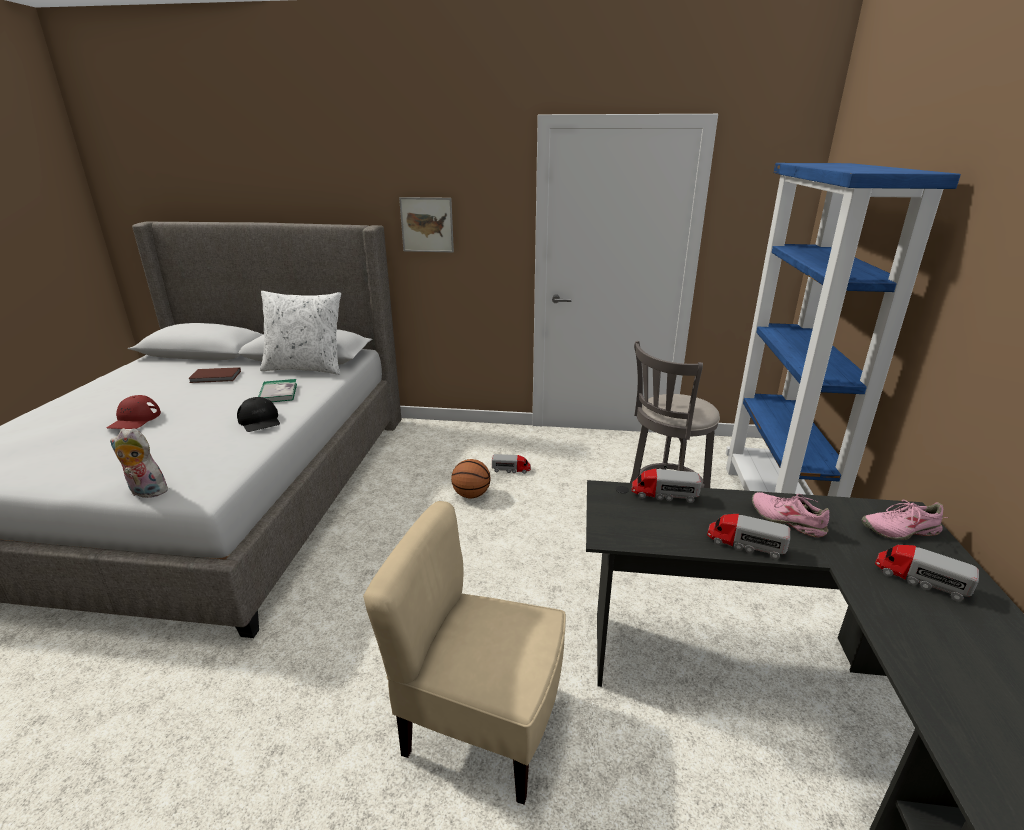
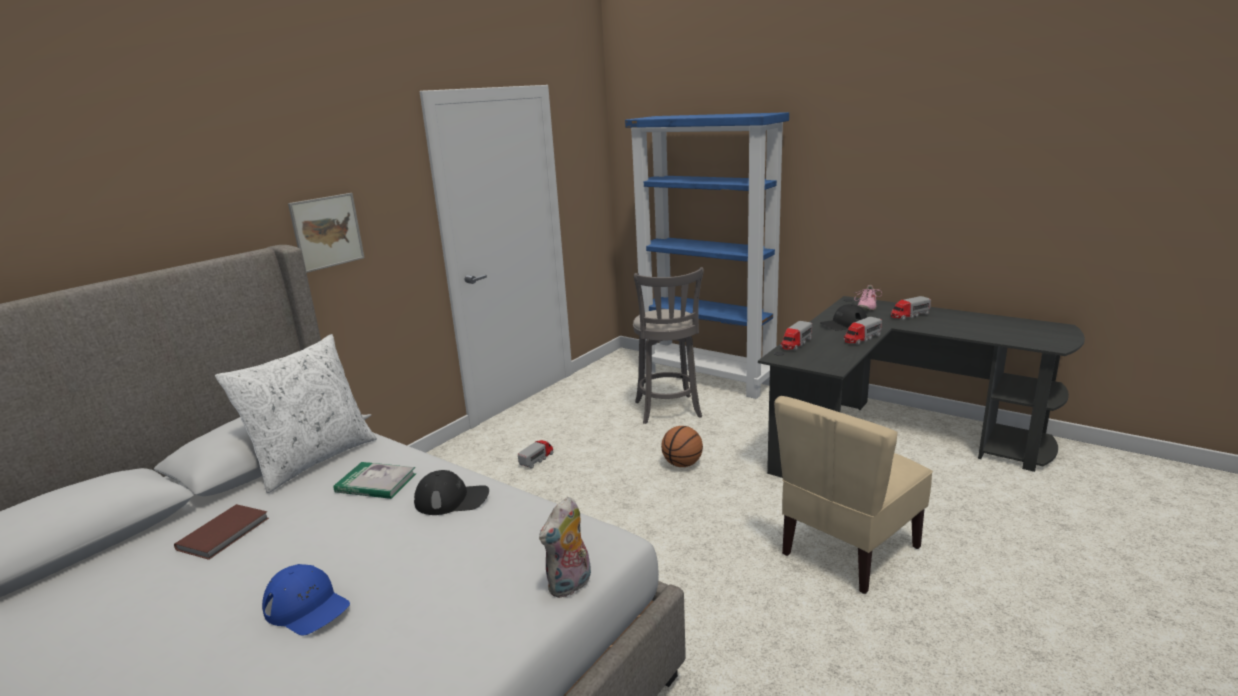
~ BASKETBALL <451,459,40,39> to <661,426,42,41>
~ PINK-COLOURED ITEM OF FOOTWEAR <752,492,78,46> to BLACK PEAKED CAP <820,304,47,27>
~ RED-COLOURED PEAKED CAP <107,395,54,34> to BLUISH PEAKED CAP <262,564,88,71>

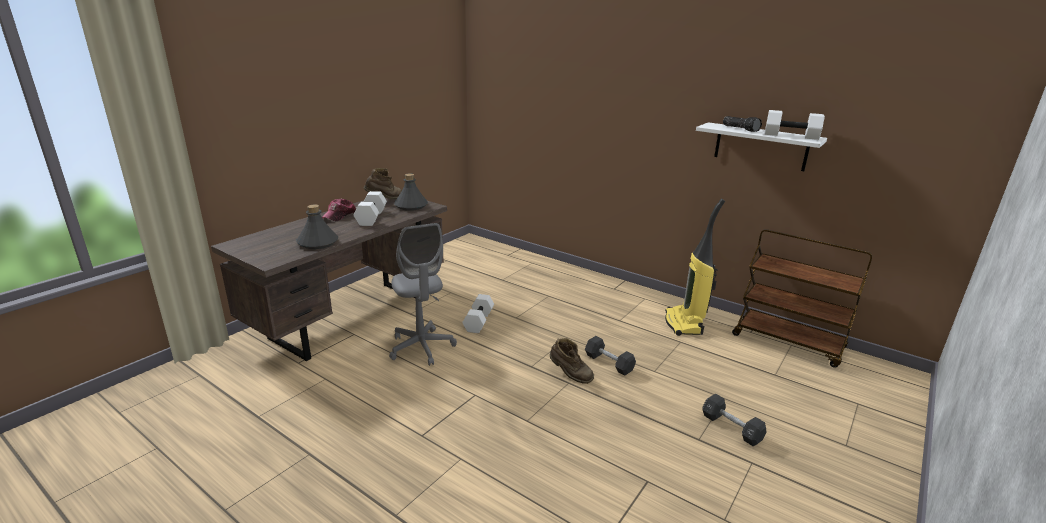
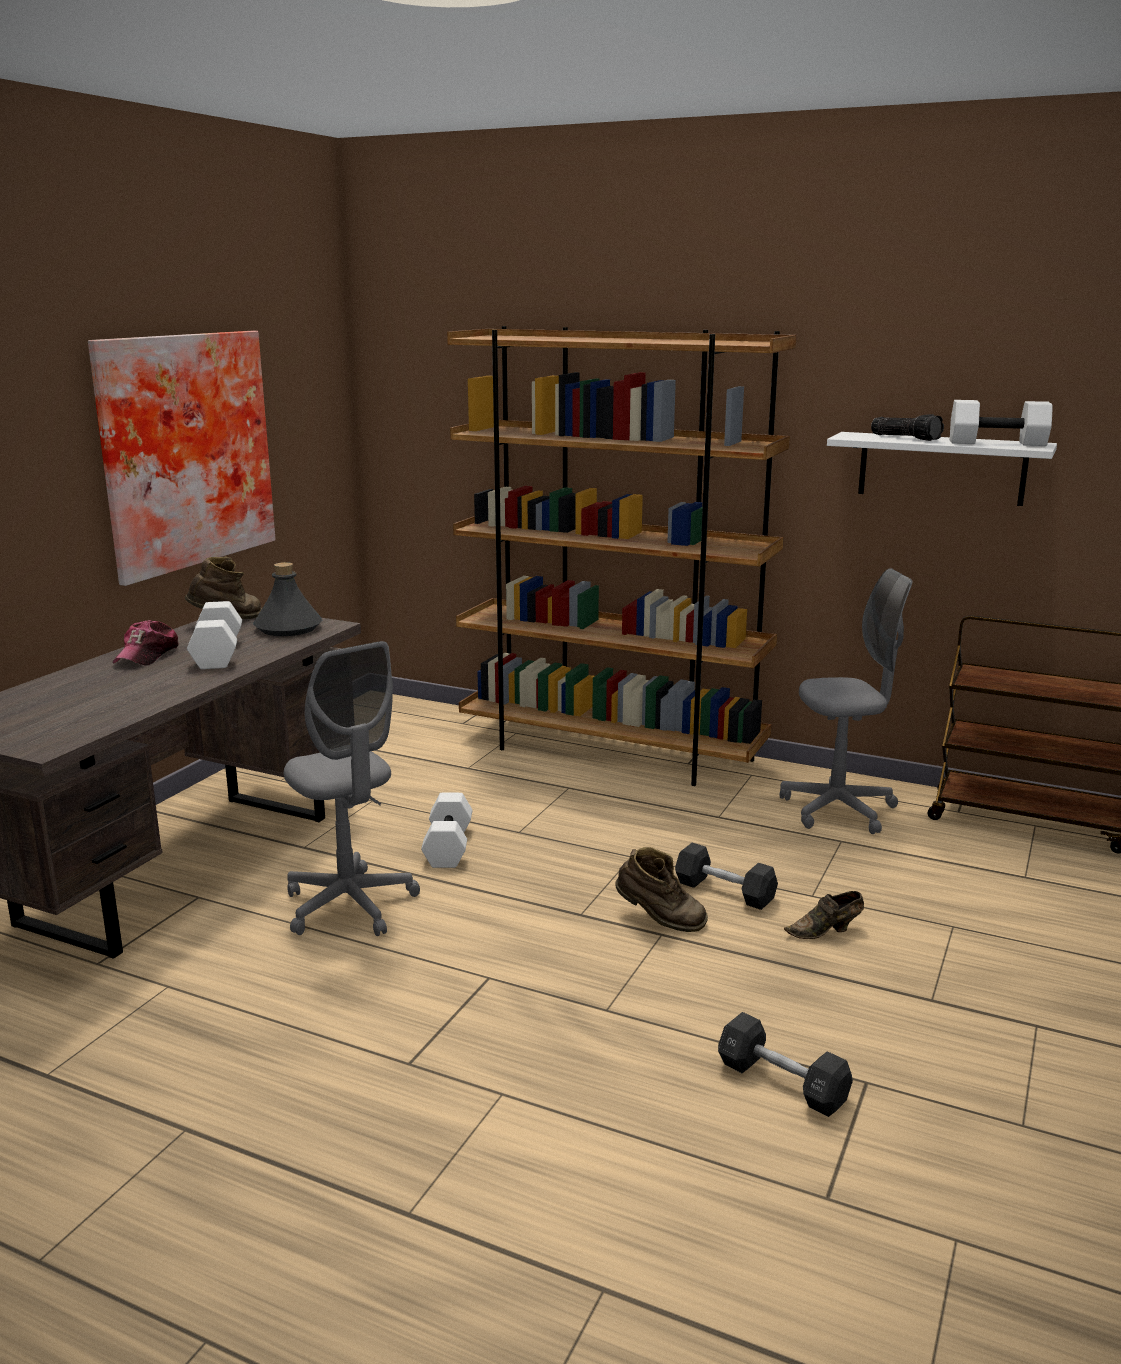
- GRAY BEVERAGE BOTTLE <296,205,42,44>
+ PICTURE <88,331,188,255>
+ BROWNISH SHELVING UNIT <447,326,349,460>
+ BROWNISH ITEM OF FOOTWEAR <784,891,80,48>
~ BLACK DUMBBELL <702,394,64,52> to <718,1012,135,105>
~ VACUUM <665,199,60,137> to GRAY DESK CHAIR <779,568,134,266>

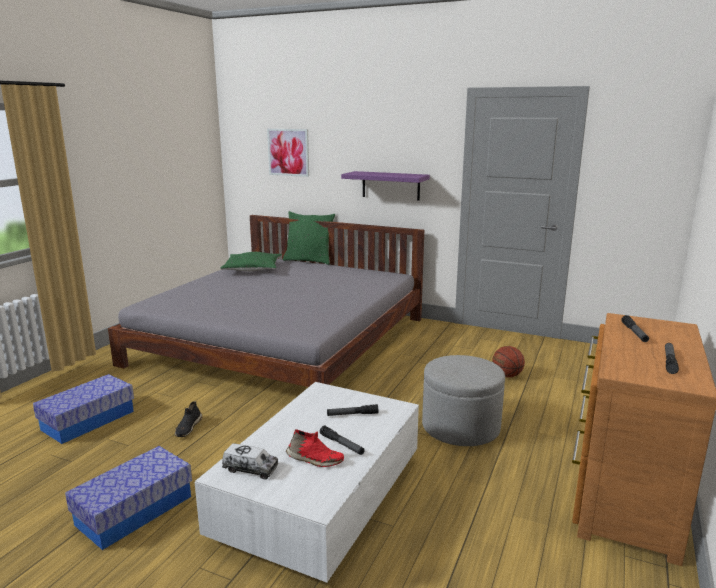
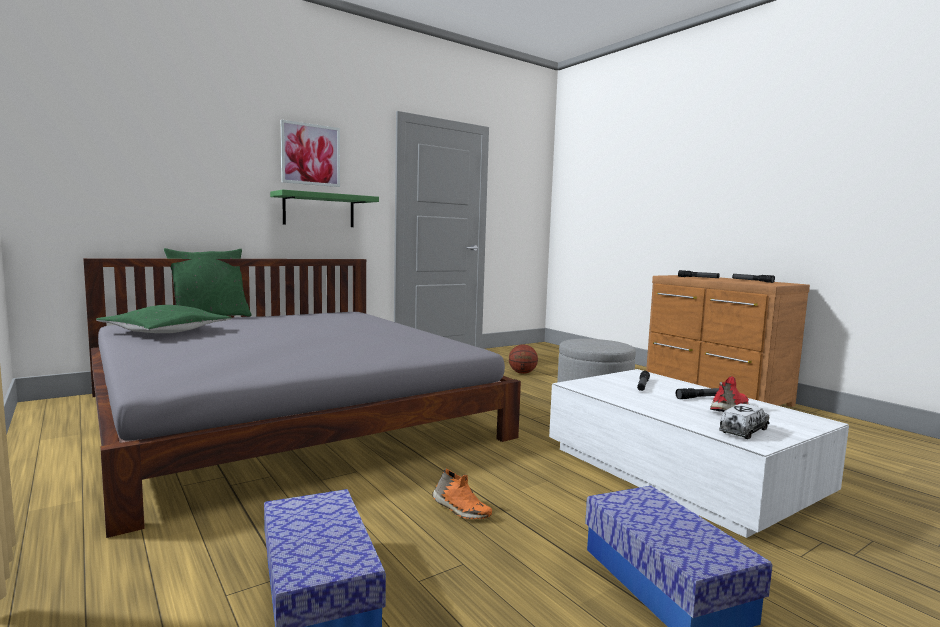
~ PICTURE <267,129,42,48> to <280,120,60,67>
~ BLACK ITEM OF FOOTWEAR <175,401,27,36> to ORANGE-COLOURED ITEM OF FOOTWEAR <432,468,60,51>
~ PURPLISH BRACKET SHELF <341,171,89,30> to GREEN BRACKET SHELF <270,190,109,37>

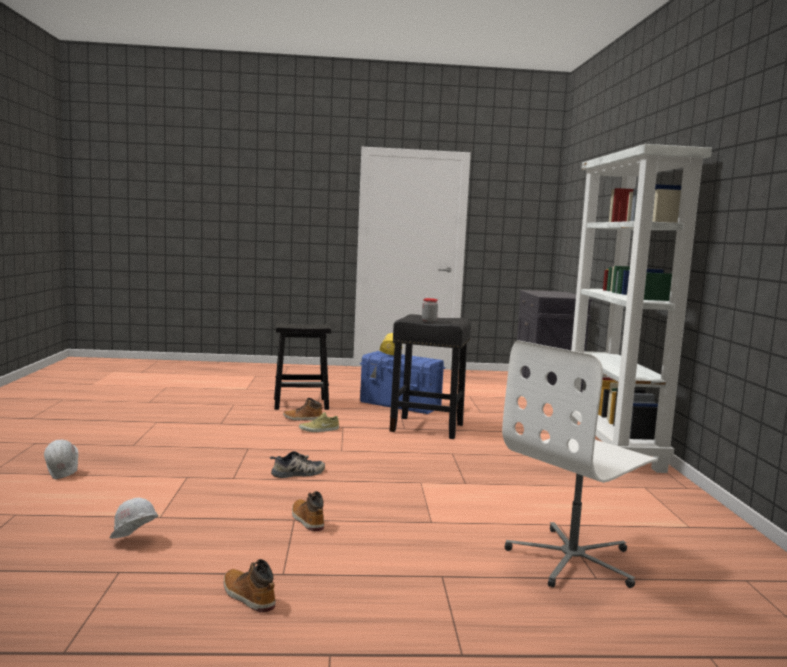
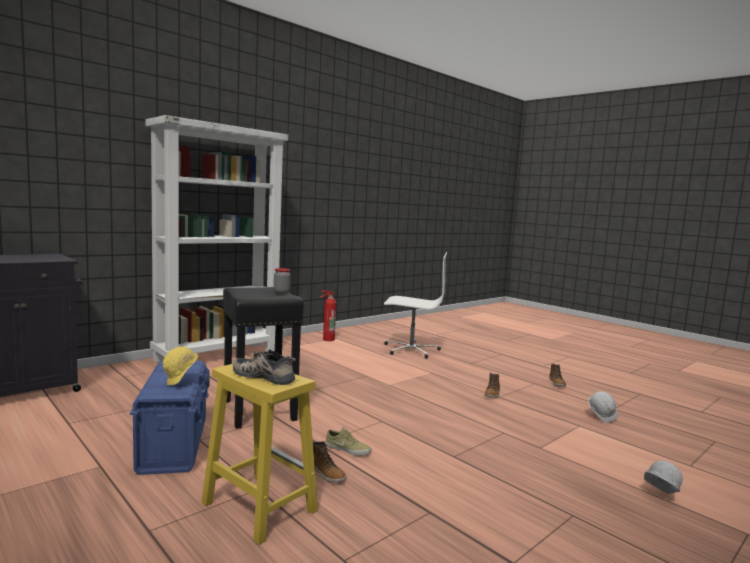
+ FIRE-FIGHTING CYLINDER <320,290,16,51>
~ ITEM OF FOOTWEAR <270,451,55,27> to <233,349,63,36>
~ BLACK STOOL SEAT <274,323,57,87> to YELLOWISH STOOL SEAT <201,364,117,181>

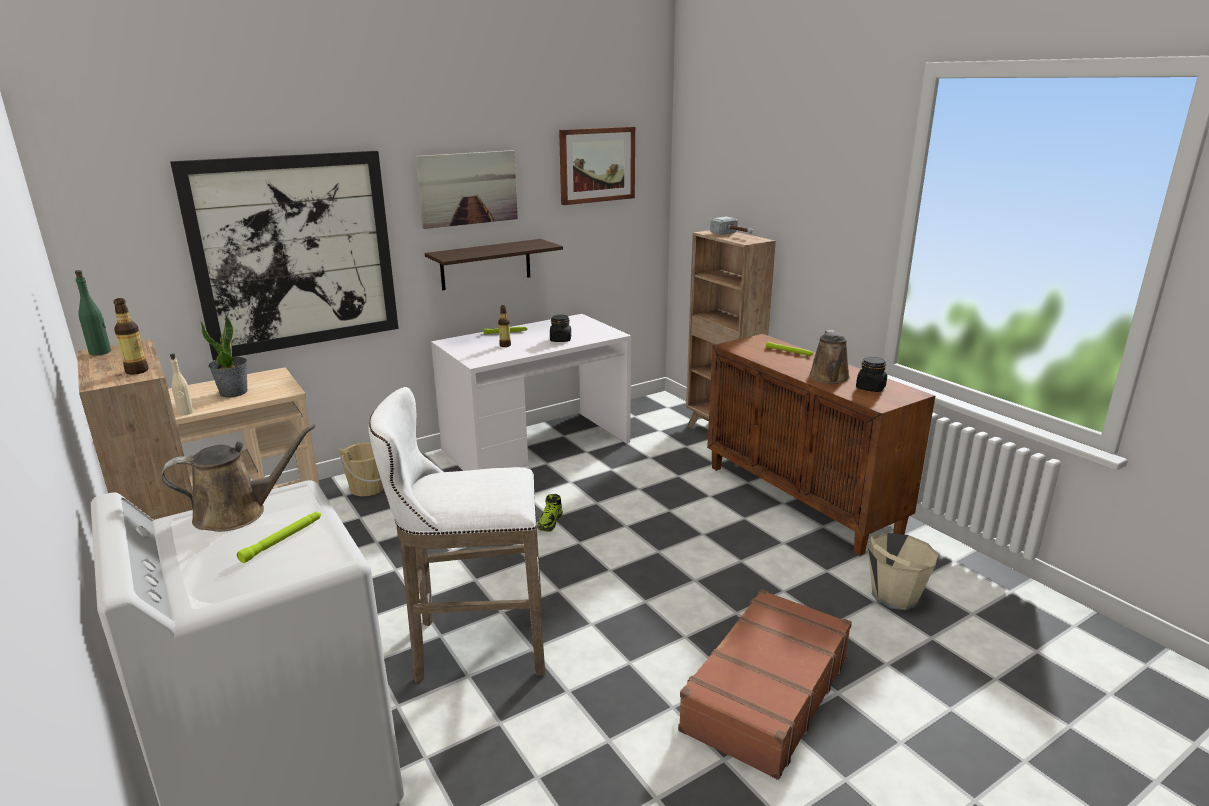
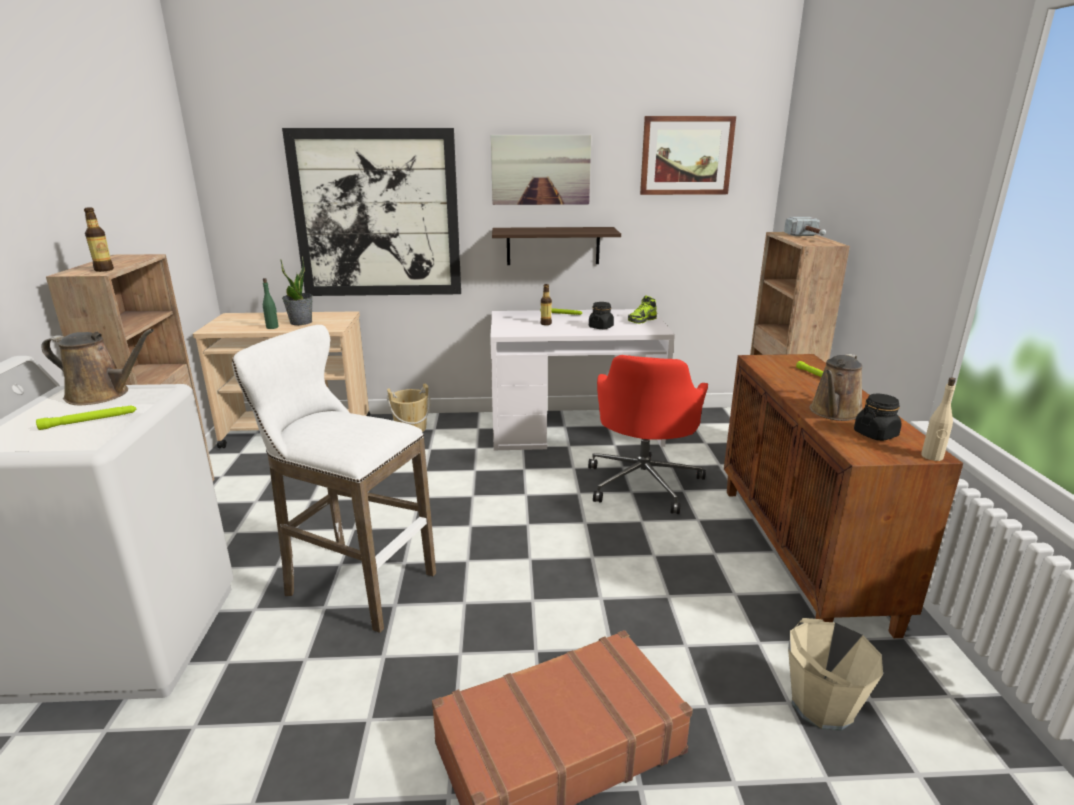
+ RED-COLOURED DESK CHAIR <588,355,120,159>
~ GREEN BEVERAGE BOTTLE <75,270,36,85> to <263,278,16,51>
~ SAND-COLOURED BEVERAGE BOTTLE <170,353,24,62> to <921,378,35,83>
~ ITEM OF FOOTWEAR <537,494,26,38> to <628,295,29,29>

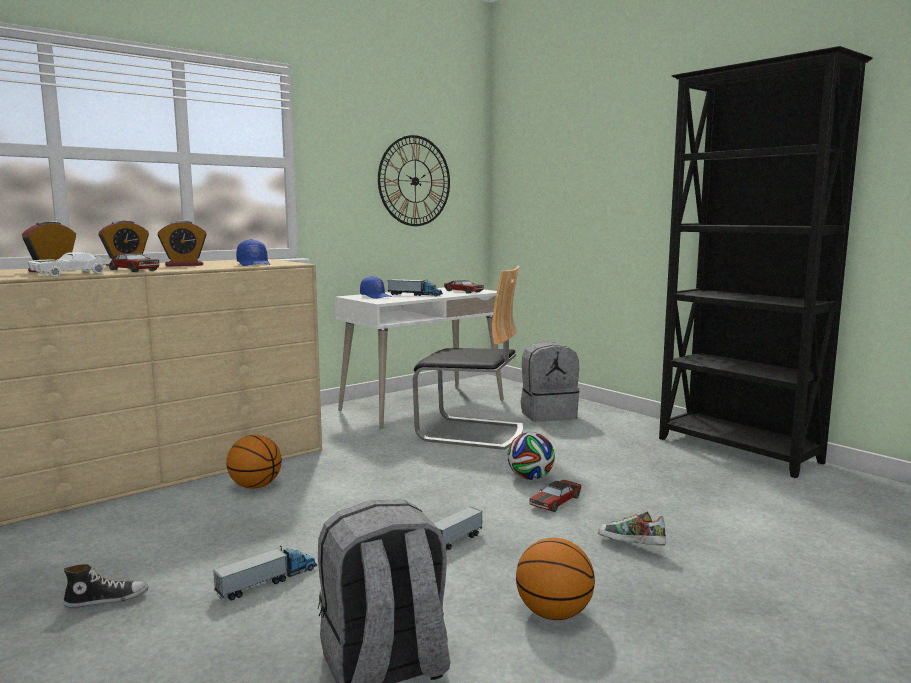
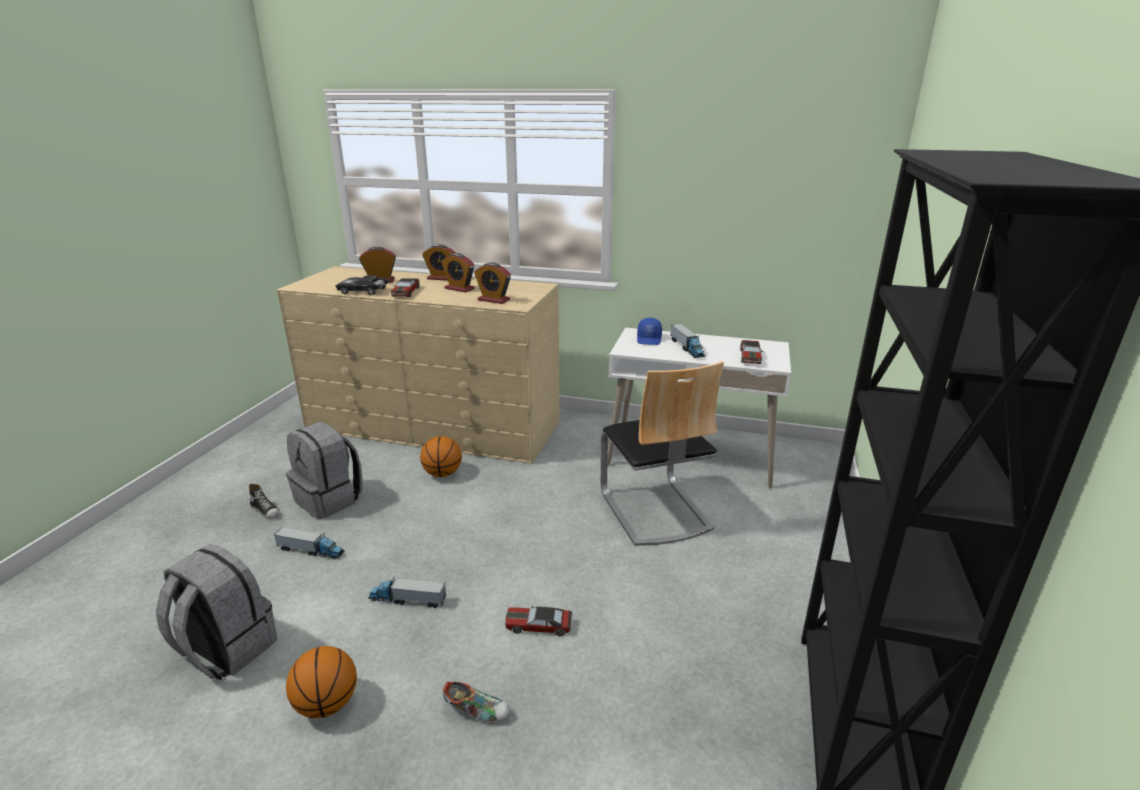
- CLOCK ON THE WALL <378,135,72,91>
- BALL FOR FOOTBALL <507,432,48,48>
~ GRAY RUCKSACK <521,341,58,81> to <286,422,77,98>
~ BLUISH PEAKED CAP <236,239,34,27> to TABLE CLOCK <474,262,37,42>
~ WHITE MODEL CAR <27,252,85,25> to BLACK MODEL CAR <335,275,55,21>
~ ITEM OF FOOTWEAR <598,512,68,34> = <443,681,68,42> 105 degrees clockwise

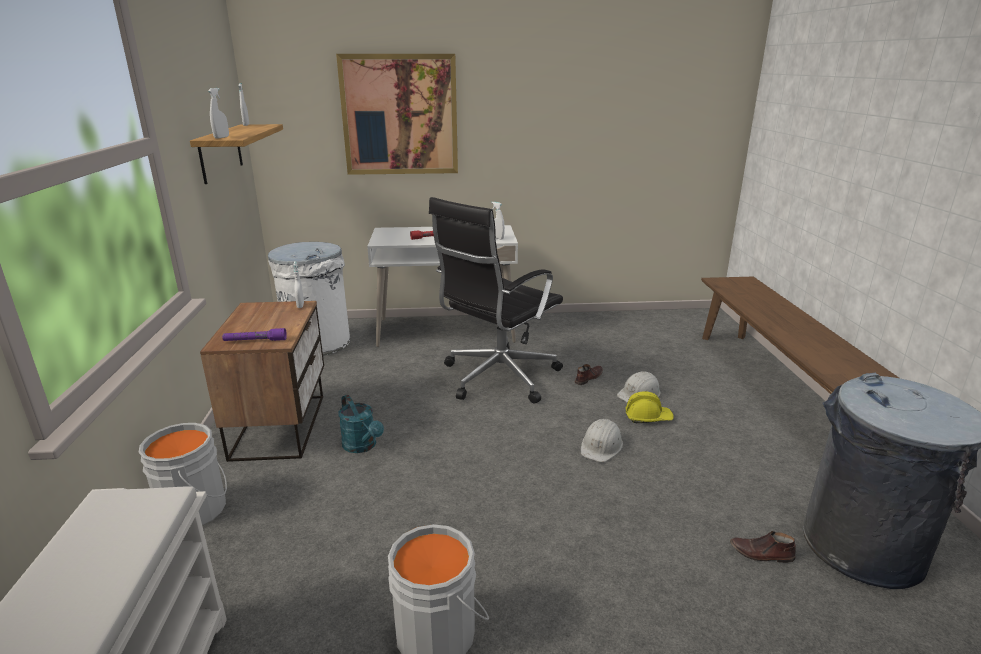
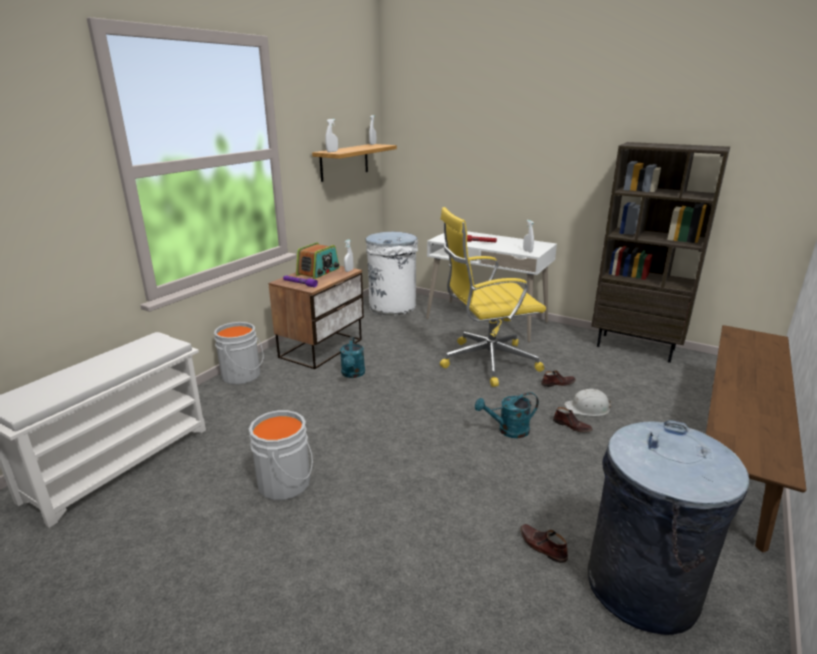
- PICTURE <336,54,122,121>
+ RADIO RECEIVER <296,242,43,37>
+ BROWNISH SHELVING UNIT <591,142,139,221>
~ WHITE WORK HELMET <581,419,42,43> to TURQUOISE-COLOURED WATERING POT <475,392,64,46>
~ YELLOWISH WORK HELMET <626,391,48,32> to BROWNISH ITEM OF FOOTWEAR <553,407,40,26>
~ BLACK DESK CHAIR <429,197,134,207> to YELLOWISH DESK CHAIR <440,207,106,180>

